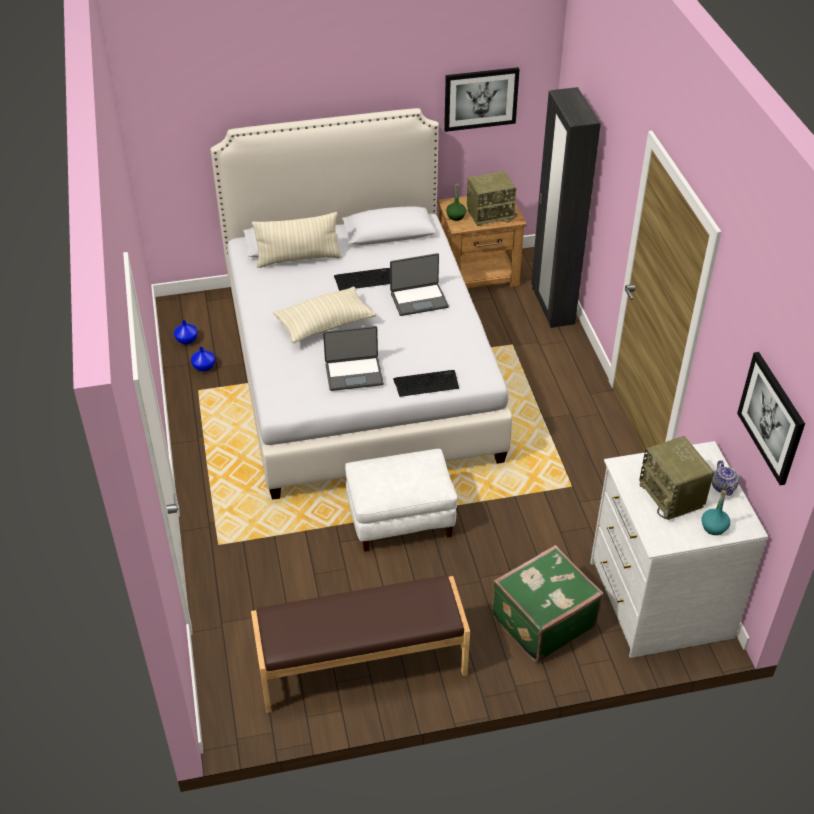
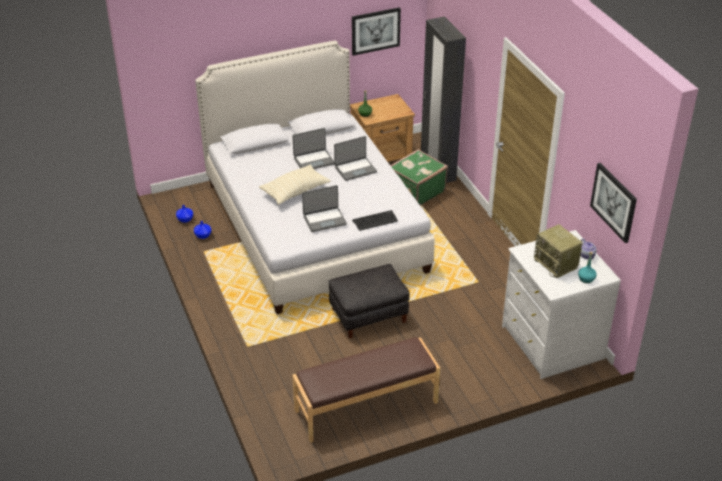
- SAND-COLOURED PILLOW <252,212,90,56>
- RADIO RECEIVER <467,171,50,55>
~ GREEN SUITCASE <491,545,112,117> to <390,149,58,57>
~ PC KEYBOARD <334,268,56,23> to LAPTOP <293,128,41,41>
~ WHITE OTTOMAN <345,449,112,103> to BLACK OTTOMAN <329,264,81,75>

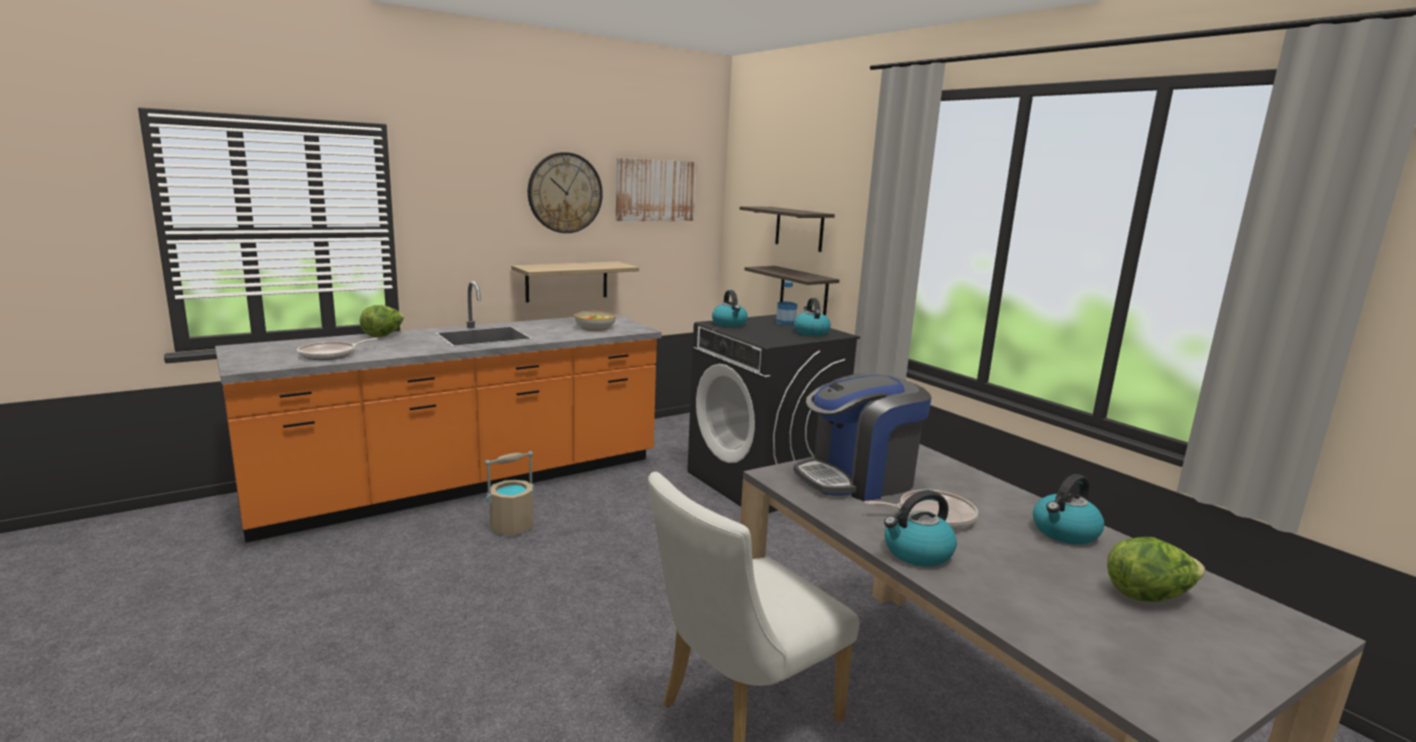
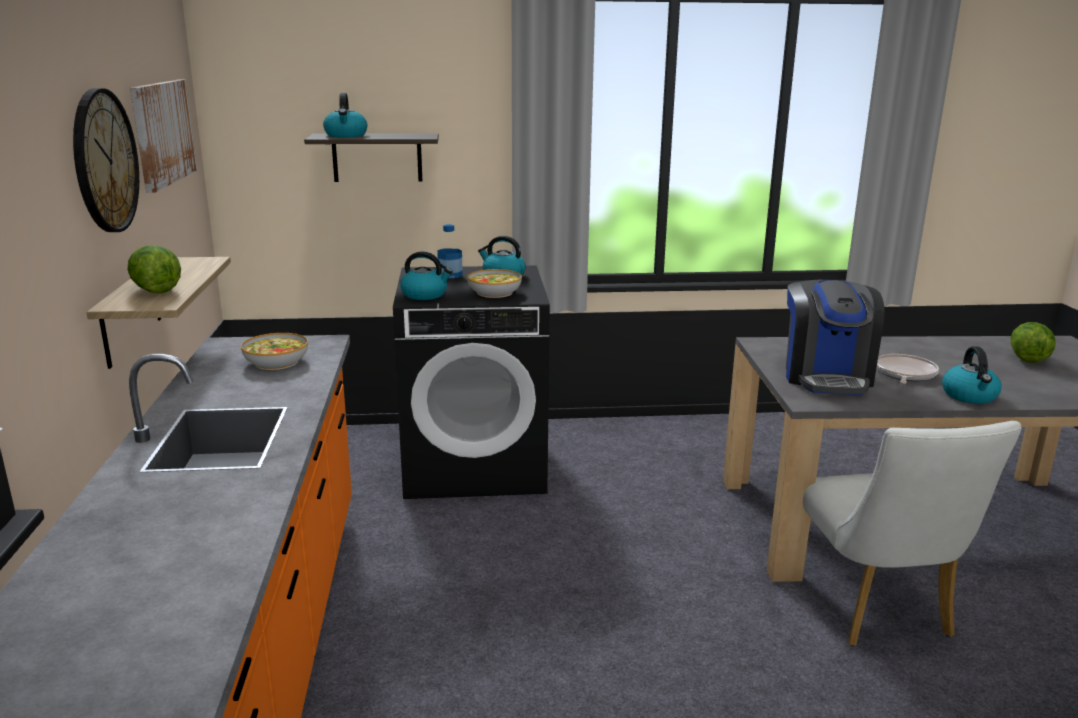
- FRYING PAN <297,338,80,22>
- SAND-COLOURED BUCKET <485,451,49,85>
- BRACKET SHELF <744,266,95,49>
+ SERVING BOWL <467,269,55,29>
~ LETTUCE HEAD <360,305,44,32> to <128,245,53,49>
~ TEA KETTLE <1033,474,71,71> to <323,93,45,45>

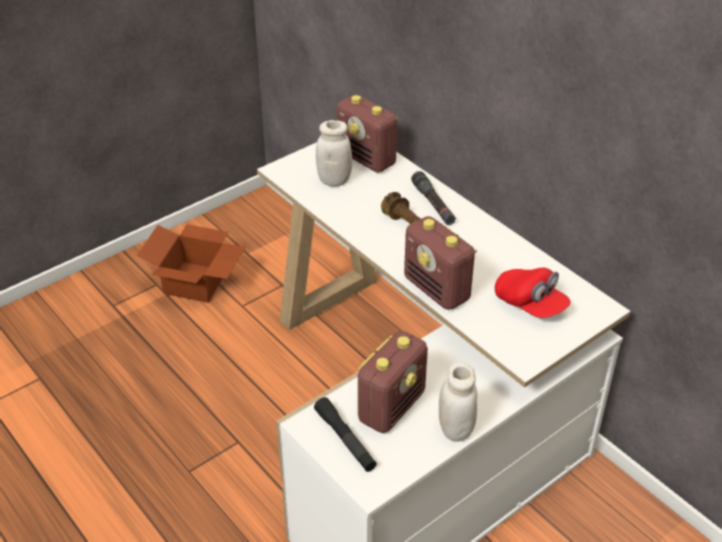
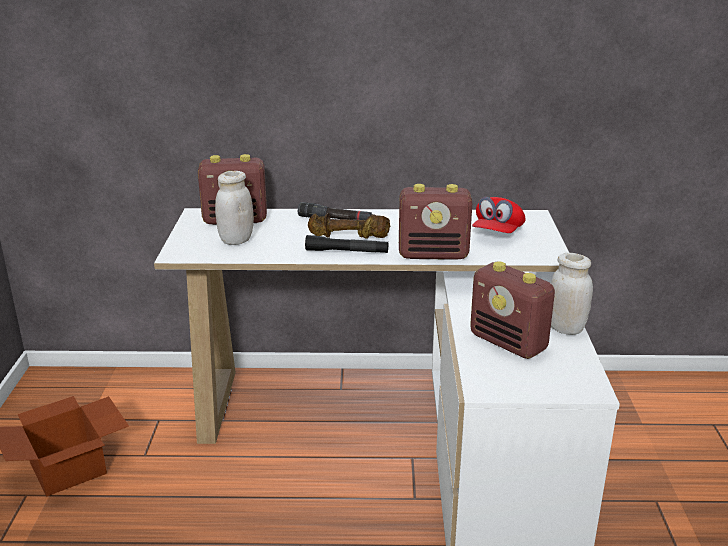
~ BLACK TORCH <314,397,63,75> to <305,235,83,18>
~ RADIO RECEIVER <358,331,70,102> = <470,261,85,98> 150 degrees clockwise
~ RED-COLOURED PEAKED CAP <495,268,75,50> = <472,197,53,36> 120 degrees clockwise

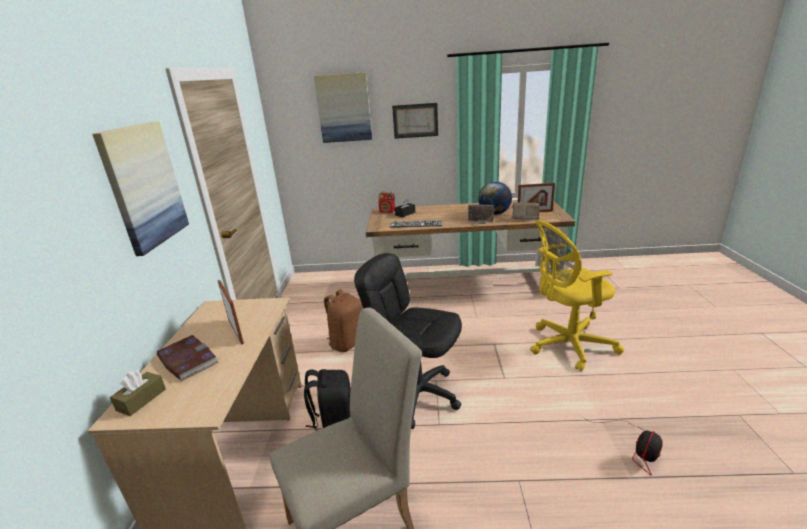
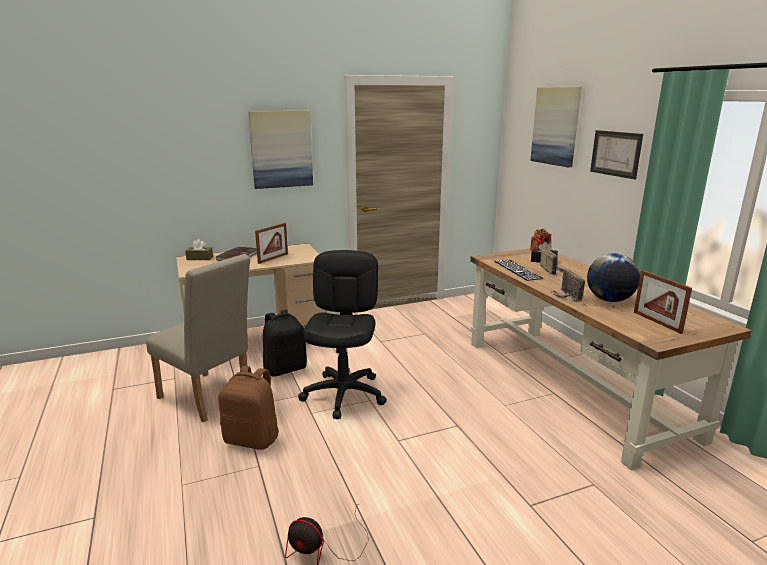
- YELLOWISH DESK CHAIR <530,220,95,151>
~ BROWNISH RUCKSACK <324,289,39,63> to <218,366,61,84>
~ RADIO RECEIVER <512,202,28,17> to <540,248,25,27>

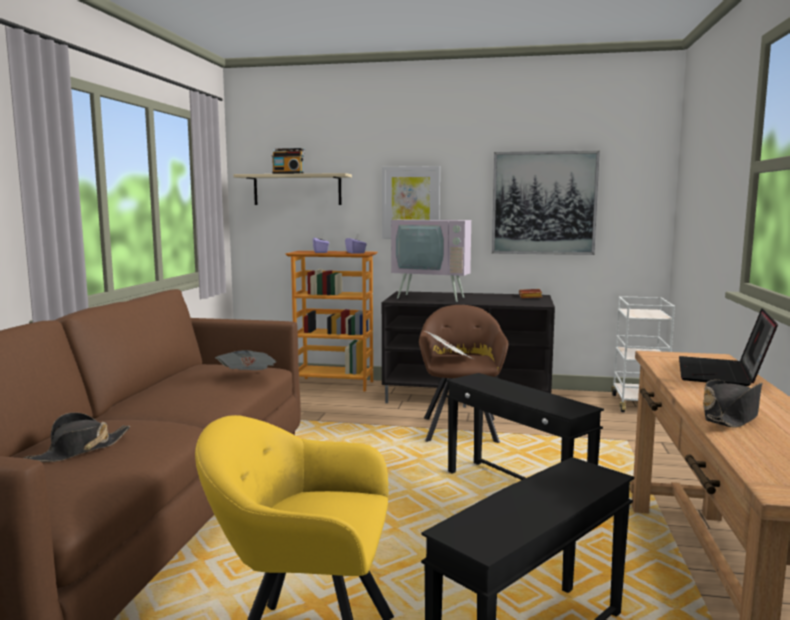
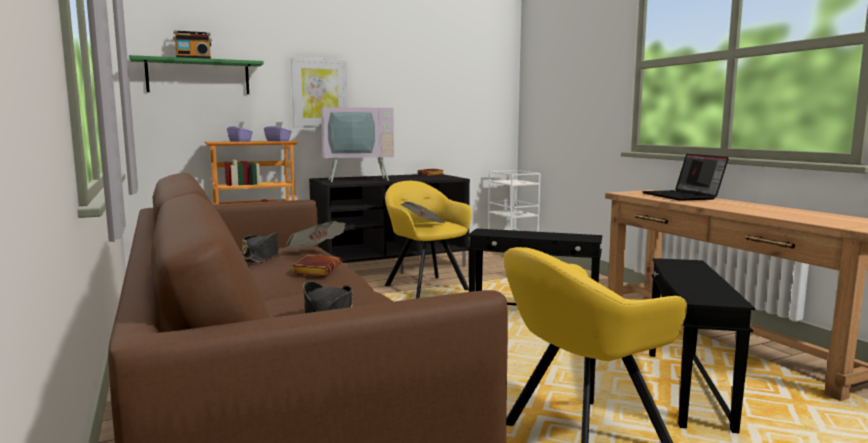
- PICTURE <492,151,108,104>
+ BROWNISH BOUND BOOK <292,255,49,21>
~ BLACK WEARABLE HAT <703,380,59,48> to <242,232,38,31>
~ SAND-COLOURED BRACKET SHELF <233,173,119,32> to GREEN BRACKET SHELF <129,55,135,39>
~ BROWNISH ARMCHAIR <419,305,90,138> to YELLOWISH ARMCHAIR <384,181,88,118>

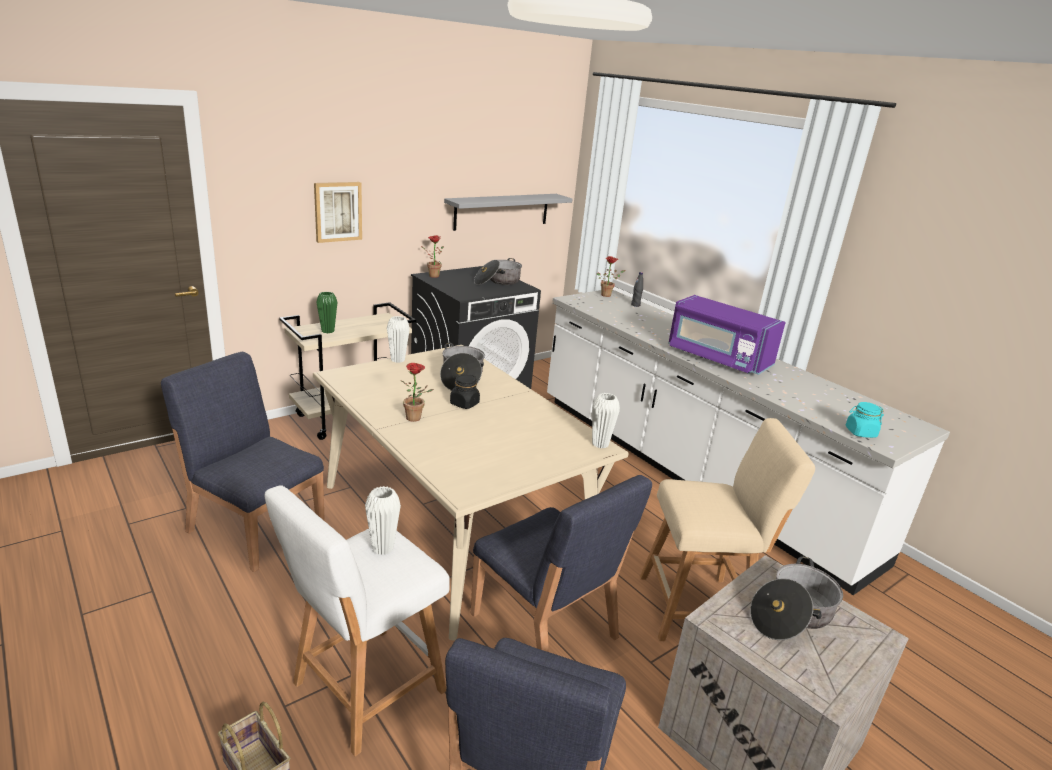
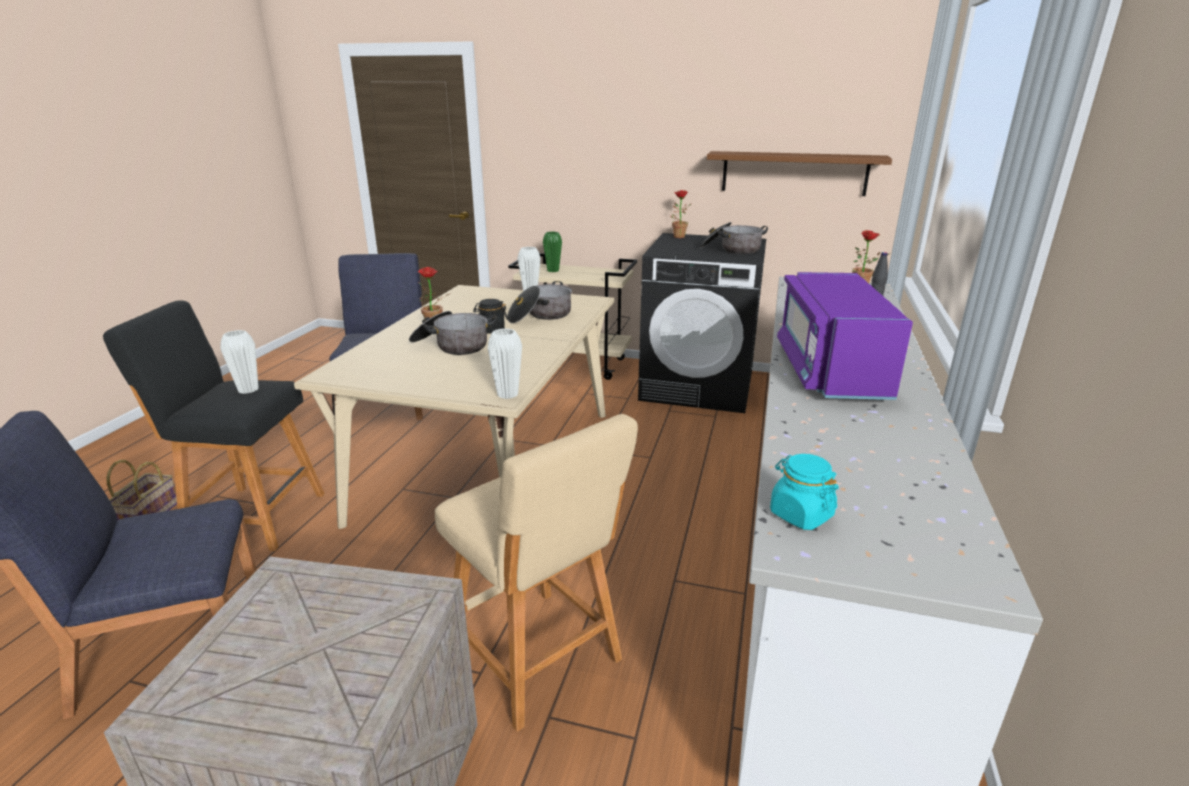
- PICTURE <314,182,48,61>
- BLUISH UPRIGHT CHAIR <471,475,181,177>
~ SAUCEPOT <750,557,93,83> to <409,311,88,44>
~ WHITE STOOL SEAT <265,485,185,271> to BLACK STOOL SEAT <103,301,222,250>
~ GRAY BRACKET SHELF <444,194,128,37> to BROWNISH BRACKET SHELF <707,151,185,45>

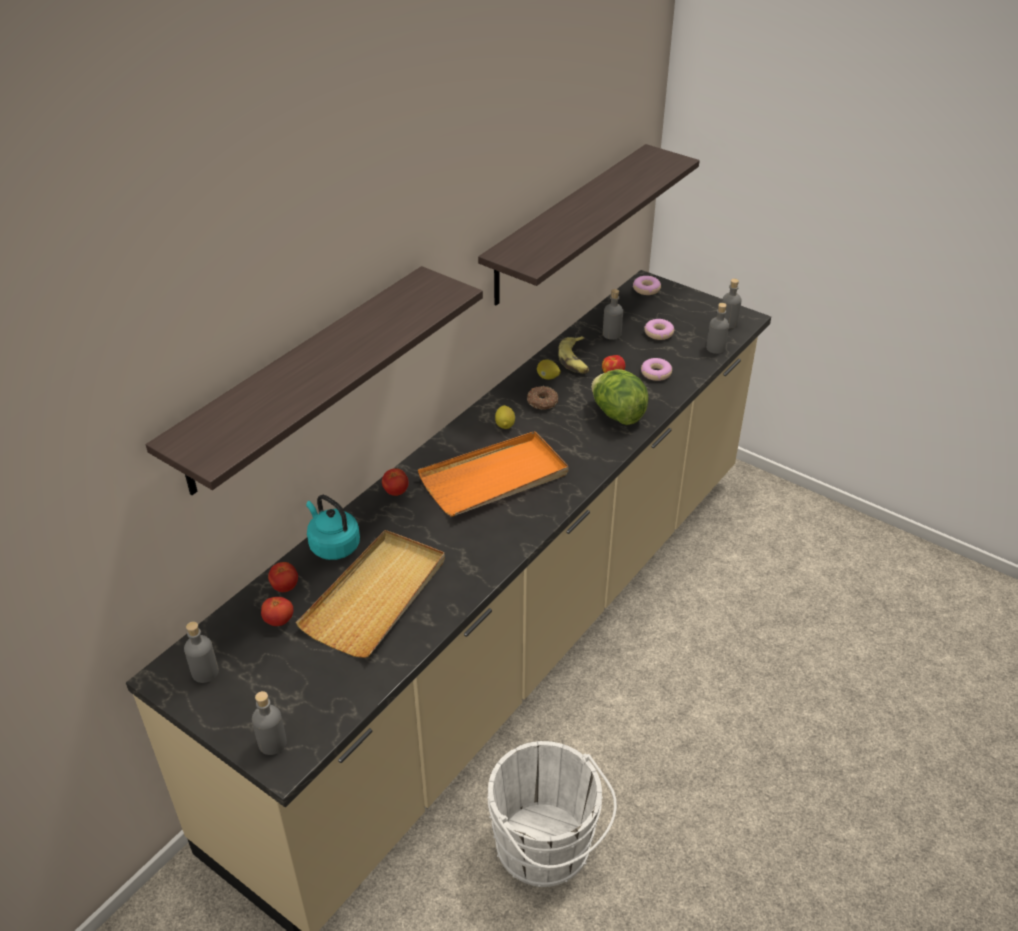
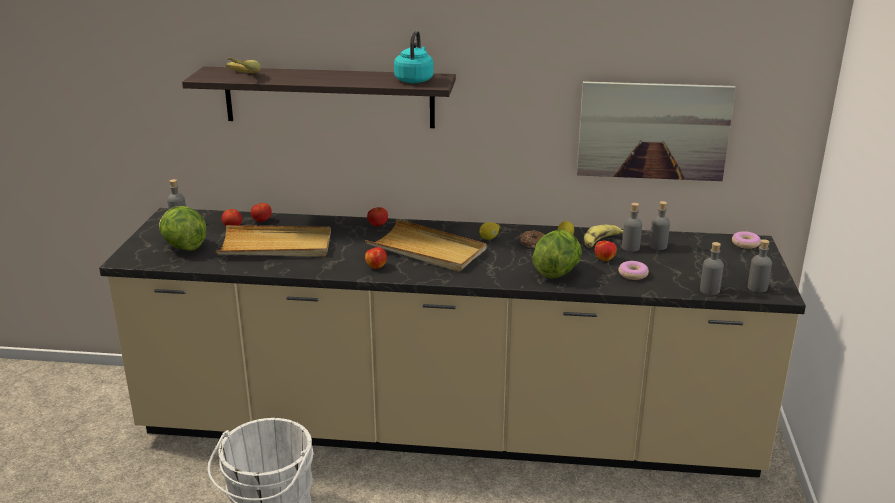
- RING DOUGHNUT <644,319,31,21>
+ LETTUCE HEAD <159,206,48,45>
+ WHOLE BANANA <226,58,35,15>
+ APPLE <365,247,22,22>
~ GRAY BEVERAGE BOTTLE <252,691,35,64> to <622,203,20,49>
~ TURQUOISE-COLOURED TEA KETTLE <306,495,54,65> to <394,31,40,52>
~ BRACKET SHELF <478,144,222,161> to PICTURE <577,81,159,100>
~ ORANGE-COLOURED TRAY <418,431,150,86> to SAND-COLOURED TRAY <365,219,122,53>

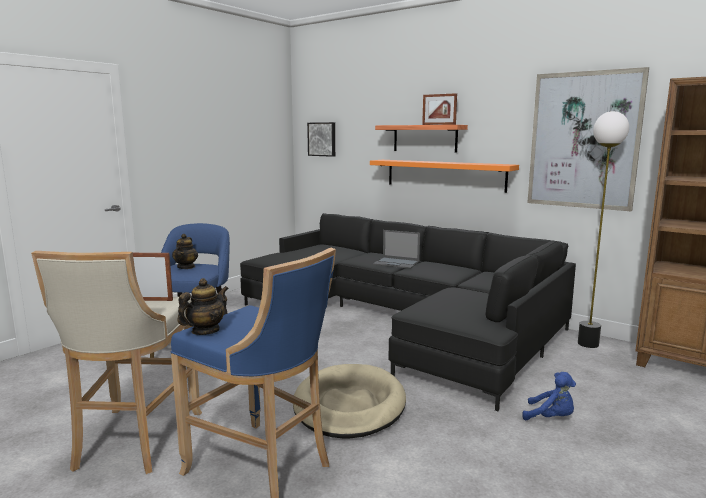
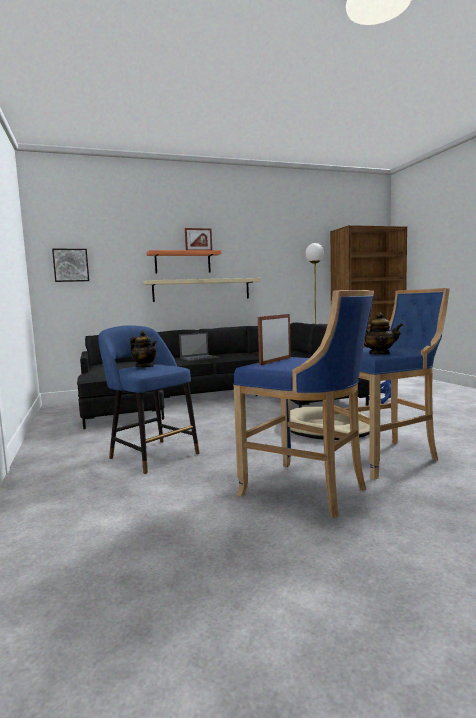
- PICTURE <527,67,122,145>
~ SAND-COLOURED STOOL SEAT <31,251,171,223> to BLUISH STOOL SEAT <233,290,141,228>
~ ORANGE-COLOURED BRACKET SHELF <370,160,149,33> to SAND-COLOURED BRACKET SHELF <144,278,117,24>
~ POT FOR TEA <177,278,52,57> = <364,313,40,42> 120 degrees clockwise

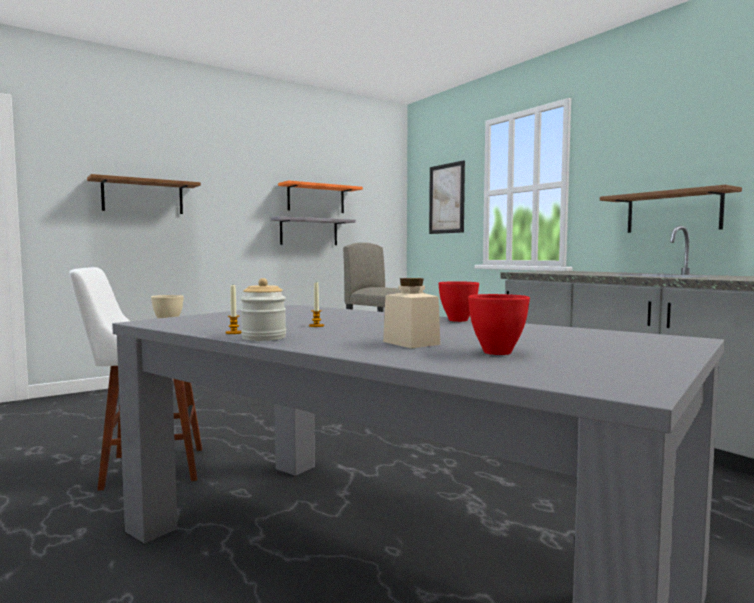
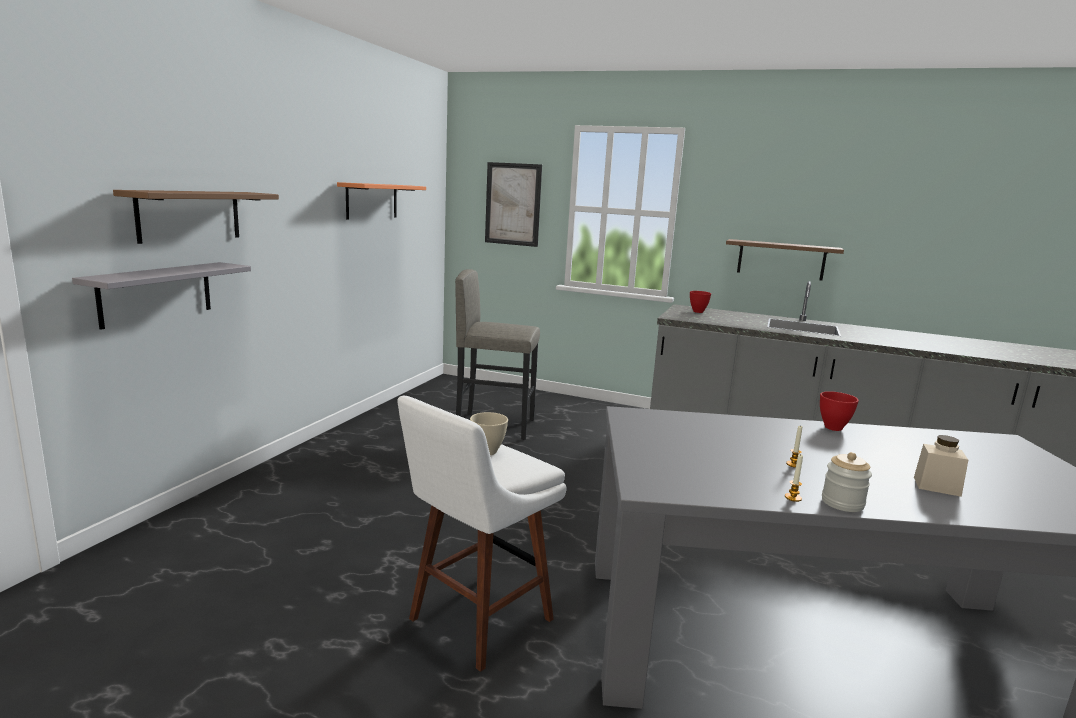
~ GRAY BRACKET SHELF <271,216,85,29> to <72,262,179,68>
~ RED-COLOURED SERVING BOWL <468,294,62,61> to <690,291,21,22>

